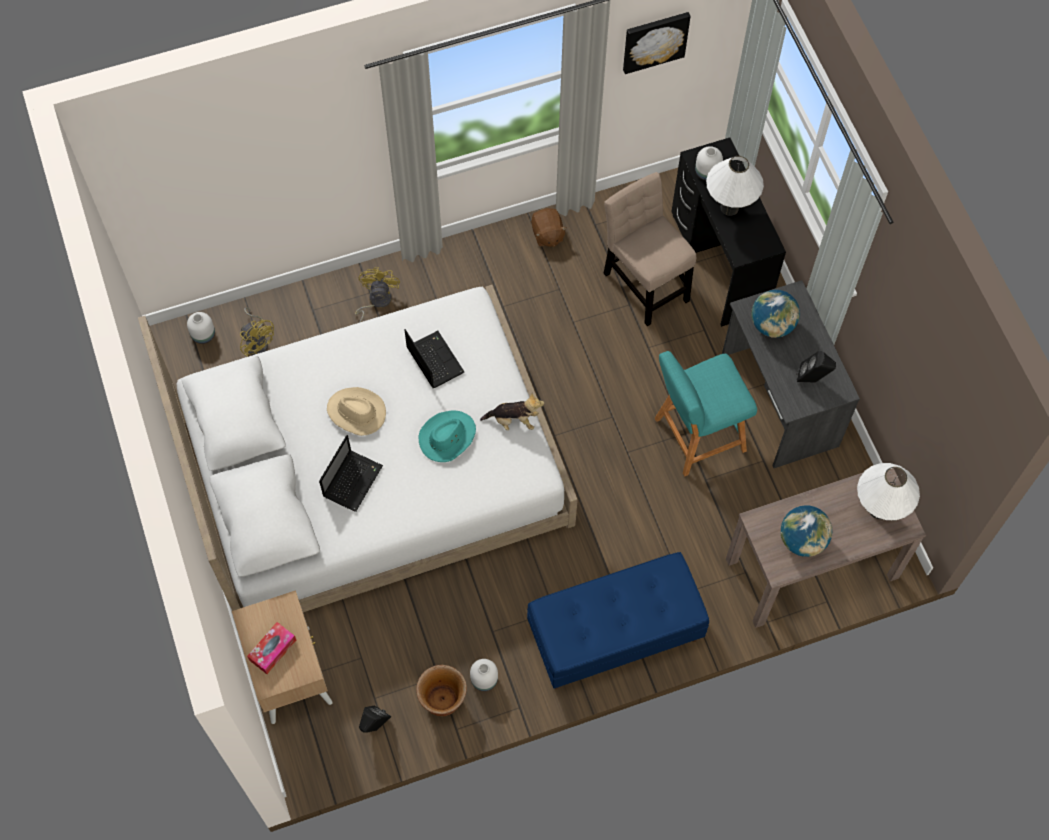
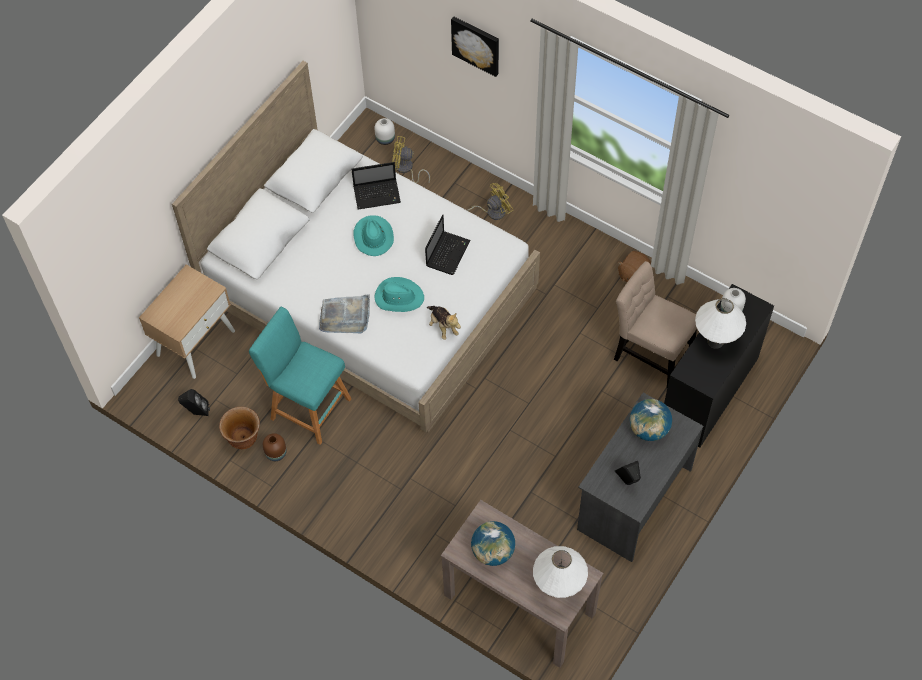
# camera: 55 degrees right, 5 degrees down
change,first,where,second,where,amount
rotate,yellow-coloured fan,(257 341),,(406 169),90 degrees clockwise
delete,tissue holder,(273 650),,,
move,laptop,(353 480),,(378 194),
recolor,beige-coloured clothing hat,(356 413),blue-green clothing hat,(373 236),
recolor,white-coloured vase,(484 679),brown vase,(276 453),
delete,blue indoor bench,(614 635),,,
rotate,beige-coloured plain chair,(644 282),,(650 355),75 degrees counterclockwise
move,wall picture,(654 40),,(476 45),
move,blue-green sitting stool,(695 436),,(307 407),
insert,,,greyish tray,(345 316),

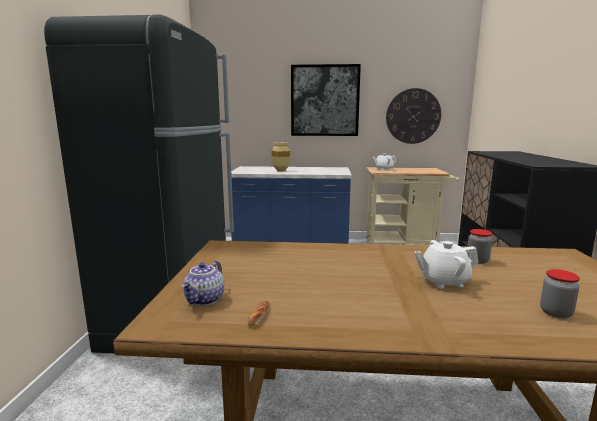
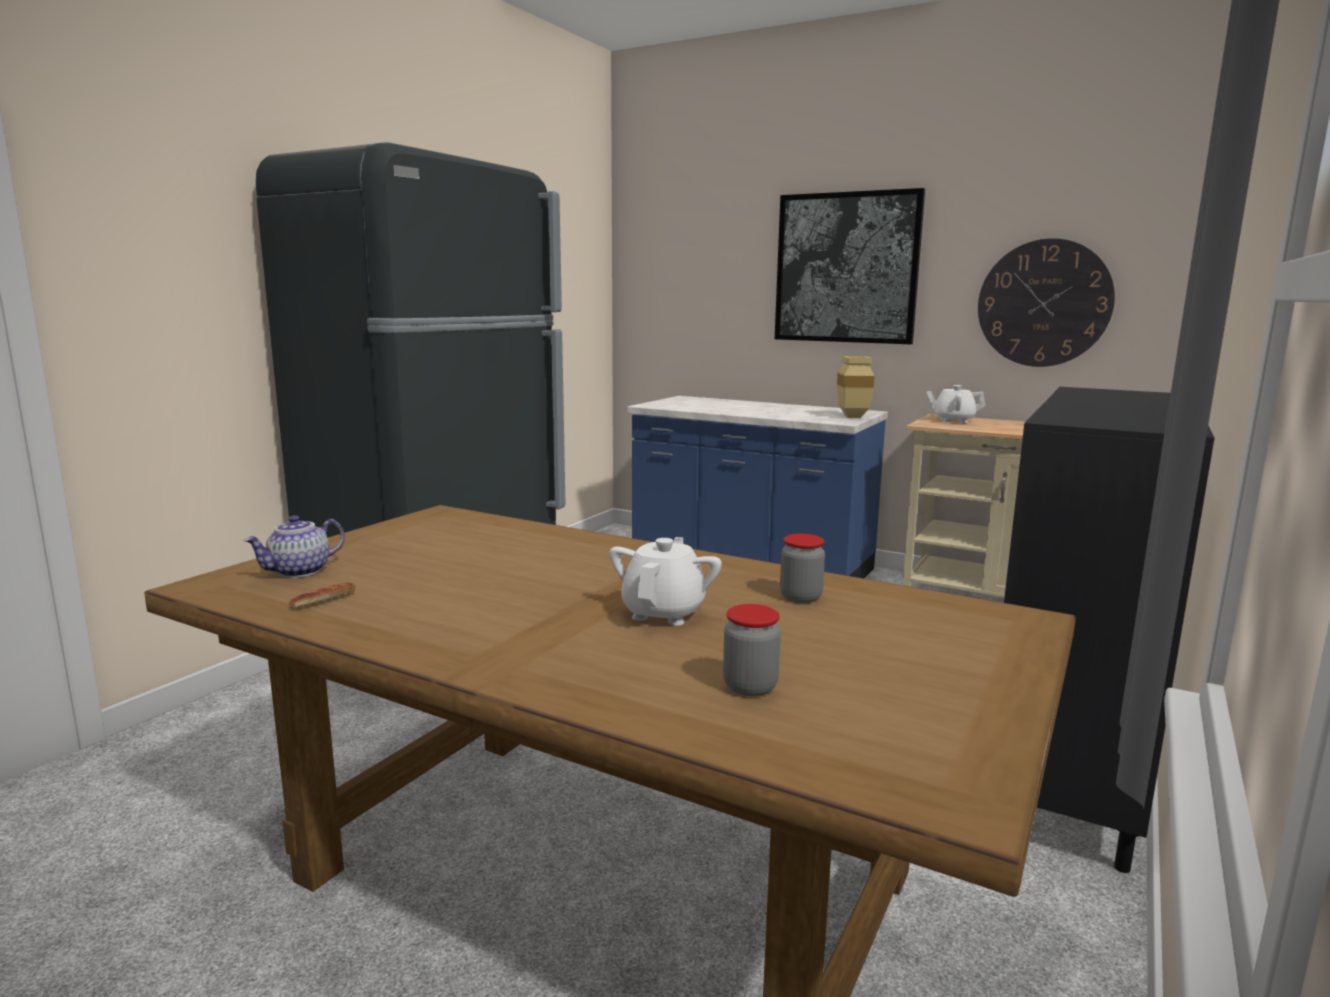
# camera: 25 degrees right, 0 degrees up
change,first,where,second,where,amount
move,beige-coloured vase,(281 171),,(854 417),
rotate,white-coloured tea pot,(443 281),,(664 612),90 degrees clockwise

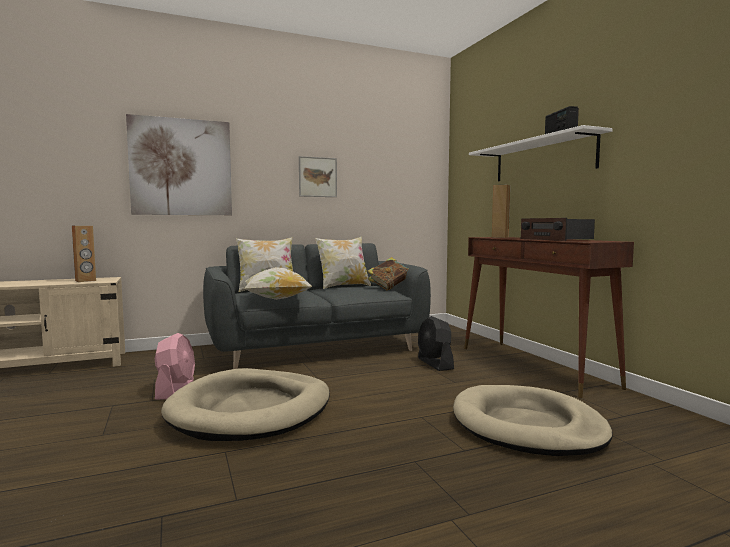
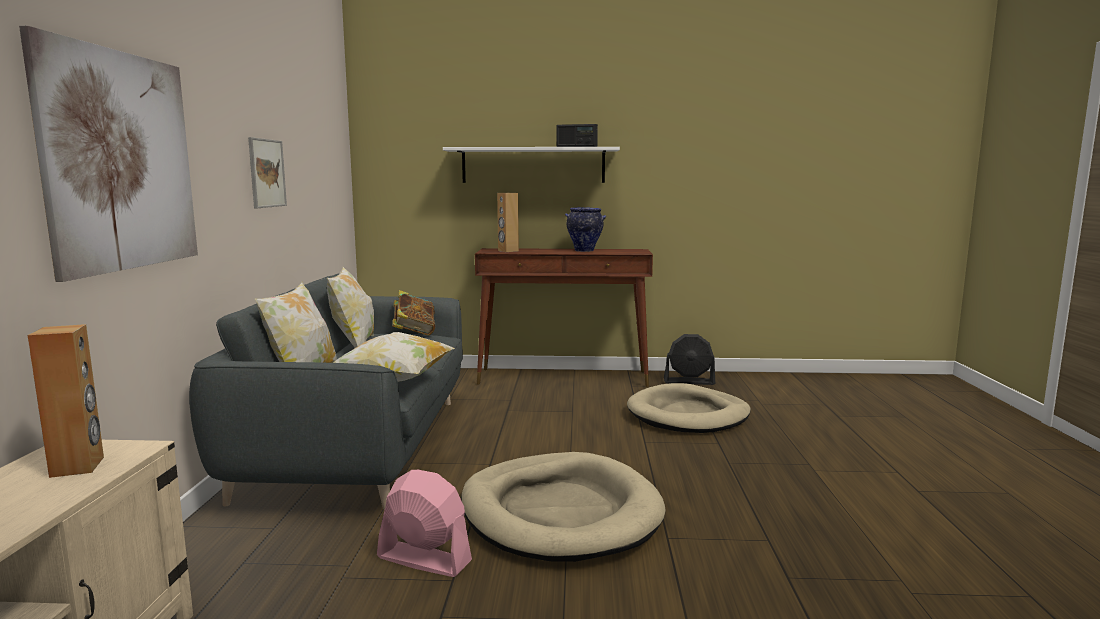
# camera: 65 degrees left, 5 degrees up
change,first,where,second,where,amount
move,black fan,(435 363),,(689 381),
replace,radio,(555 239),vase,(585 251),

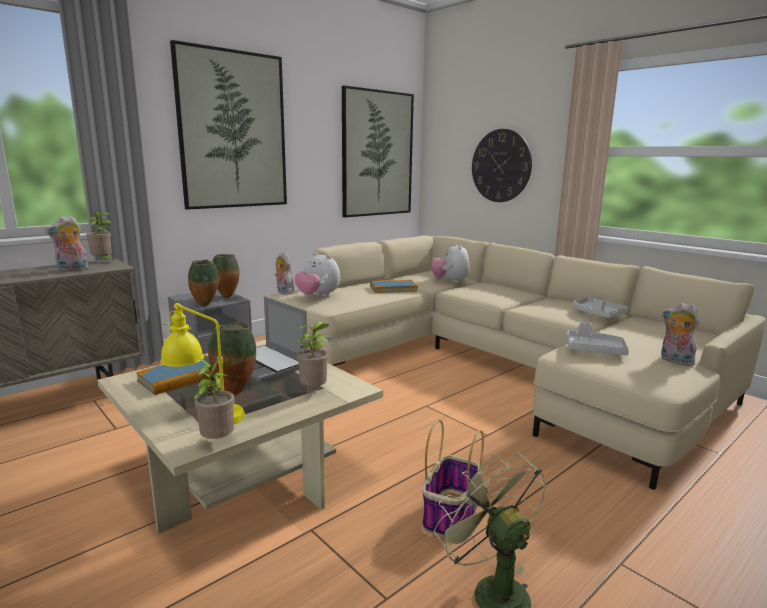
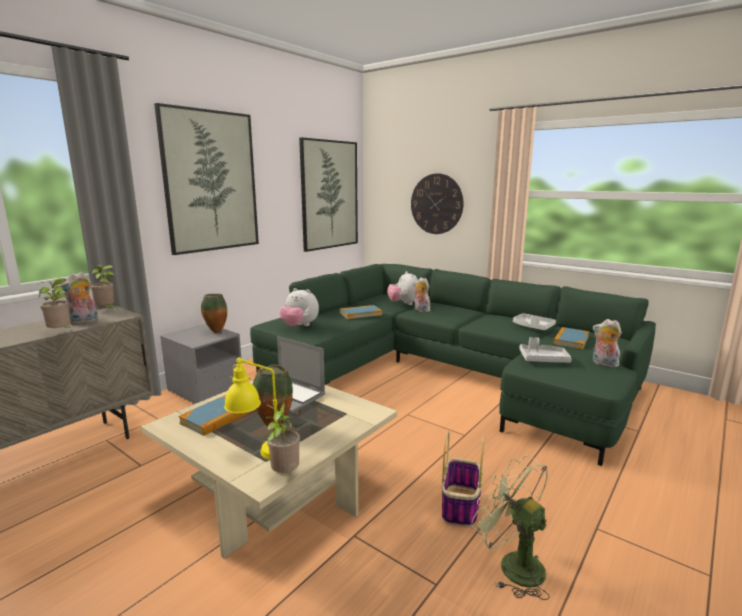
# camera: 10 degrees left, 0 degrees up
change,first,where,second,where,amount
delete,vase,(206 305),,,
recolor,beige-coloured sofa,(489 365),green-coloured sofa,(445 372),
move,soft toy,(283 292),,(421 310),
move,plant in a pot,(314 391),,(61 332),
insert,,,book,(571 340),

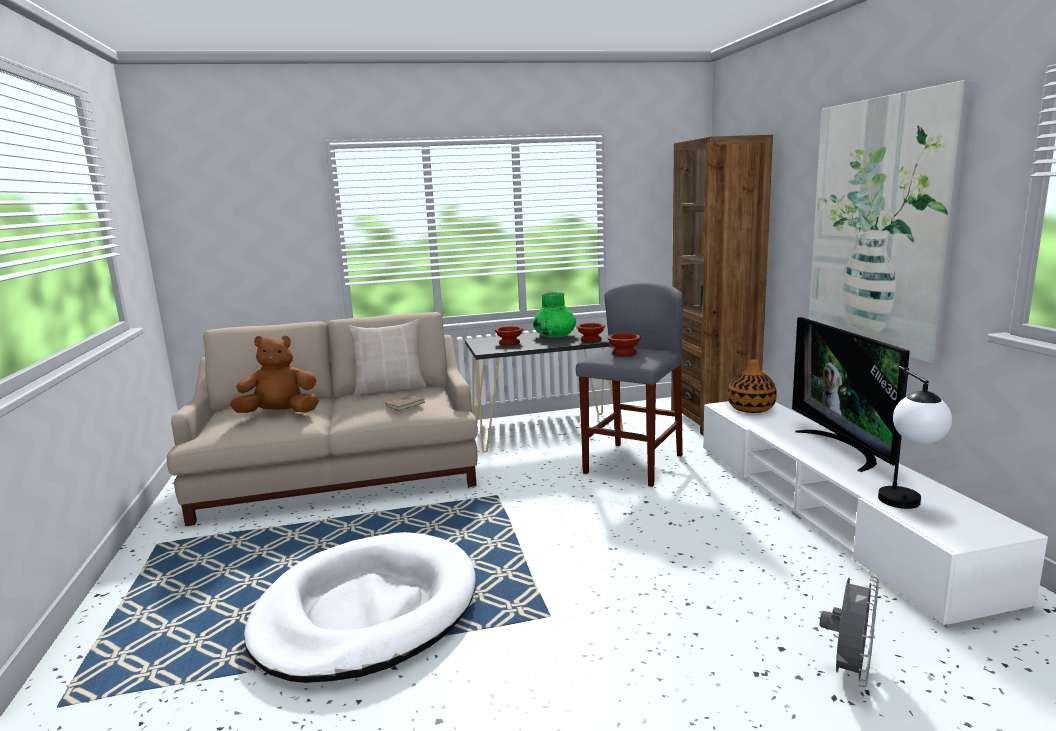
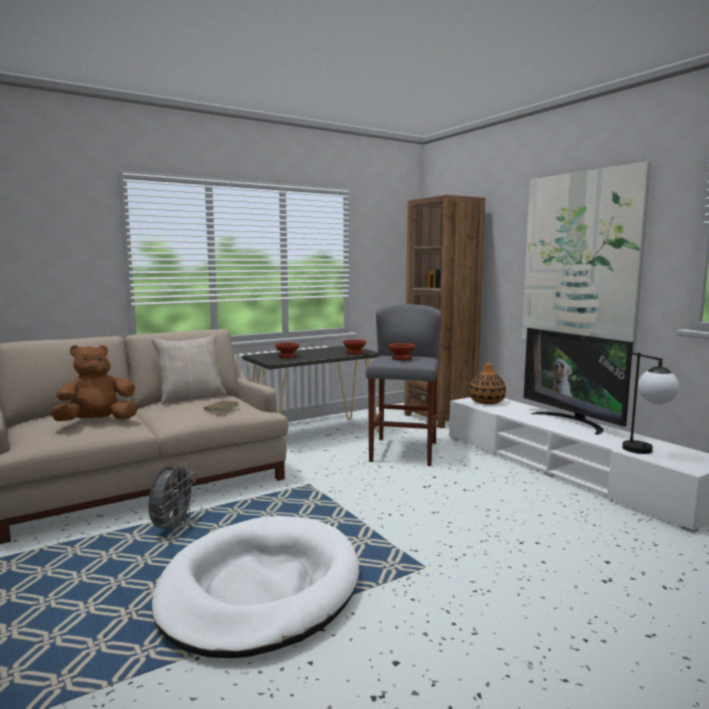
# camera: 20 degrees left, 5 degrees down
change,first,where,second,where,amount
delete,green-coloured vase,(554 336),,,
move,greyish fan,(849 671),,(172 528),

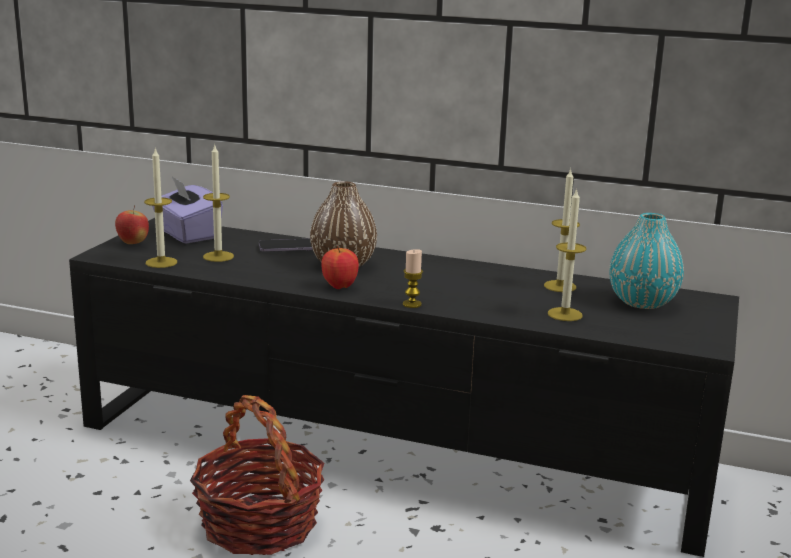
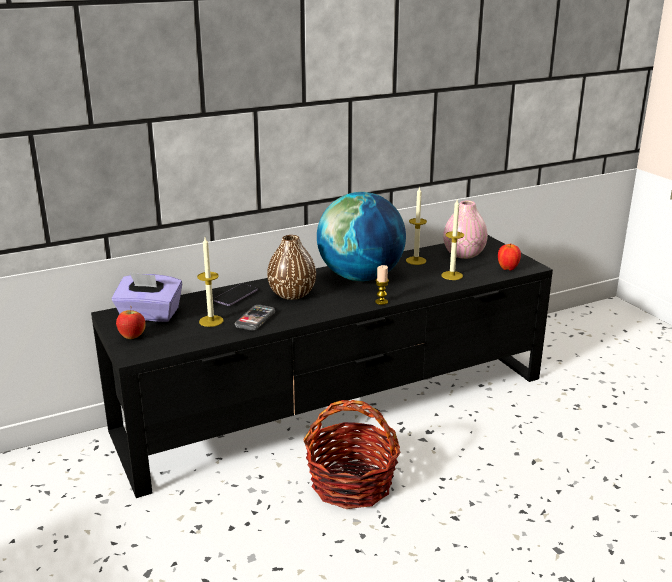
# camera: 45 degrees left, 5 degrees up
change,first,where,second,where,amount
delete,wax candle,(161 262),,,
move,apple fruit,(339 286),,(507 268),
recolor,blue-green vase,(642 302),pink vase,(464 254),
insert,,,telephone,(255 319),
insert,,,globe,(360 277),

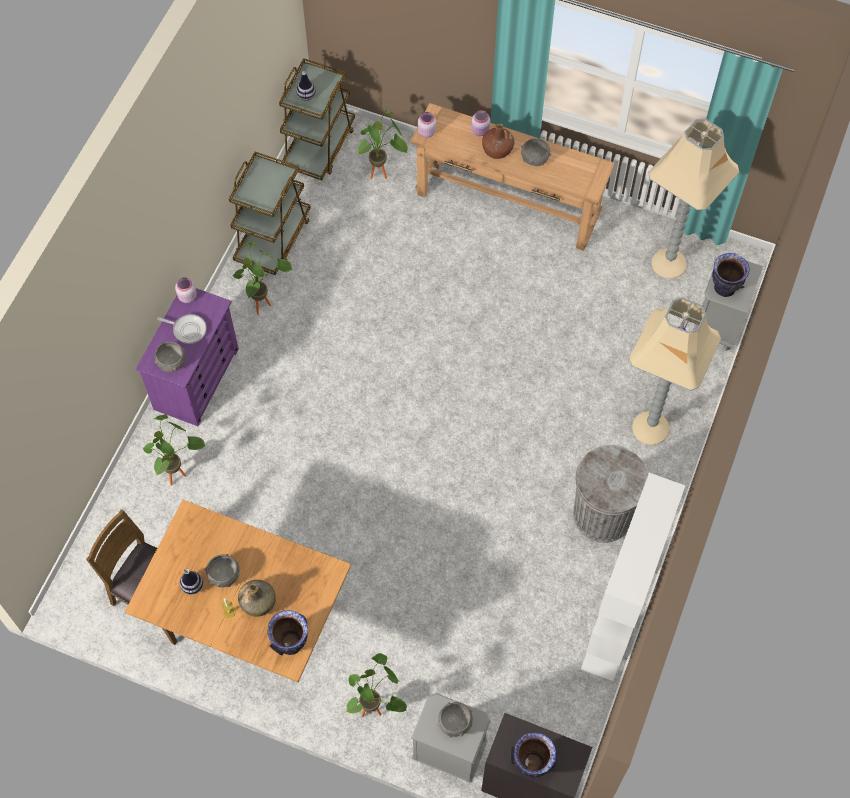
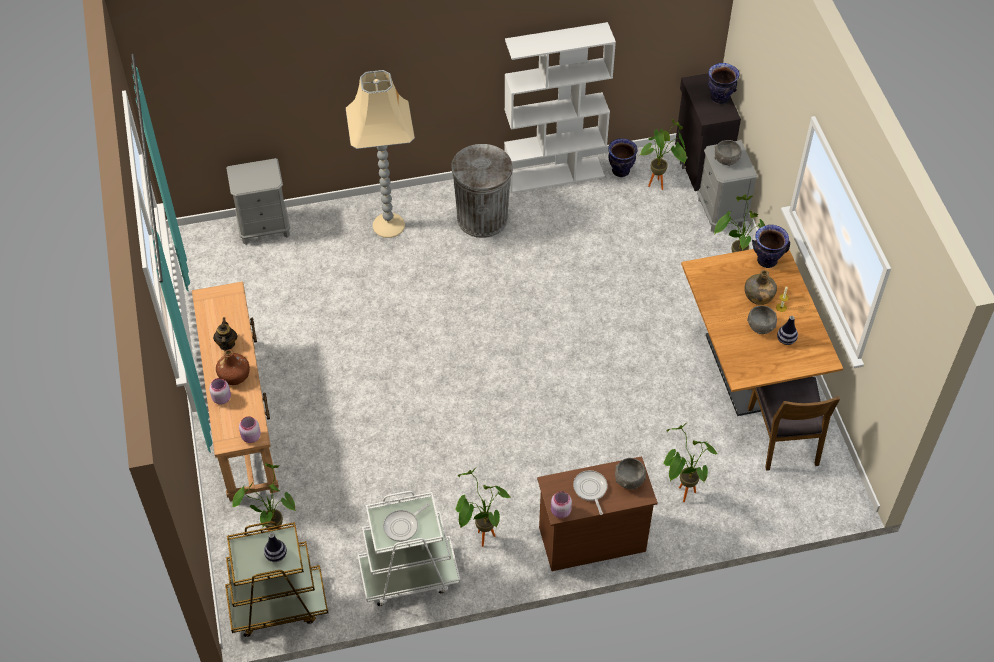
# camera: 125 degrees left, 10 degrees down
change,first,where,second,where,amount
recolor,purple drawer chest,(197 378),brown drawer chest,(591 539),
recolor,brown cart,(273 239),white-coloured cart,(408 575),
replace,greyish bowl,(534 159),tea pot,(226 344),
delete,beige-coloured standing lamp,(669 263),,,
move,vase,(725 288),,(620 171),
insert,,,frying pan,(403 526),
insert,,,plant in a pot,(660 185),

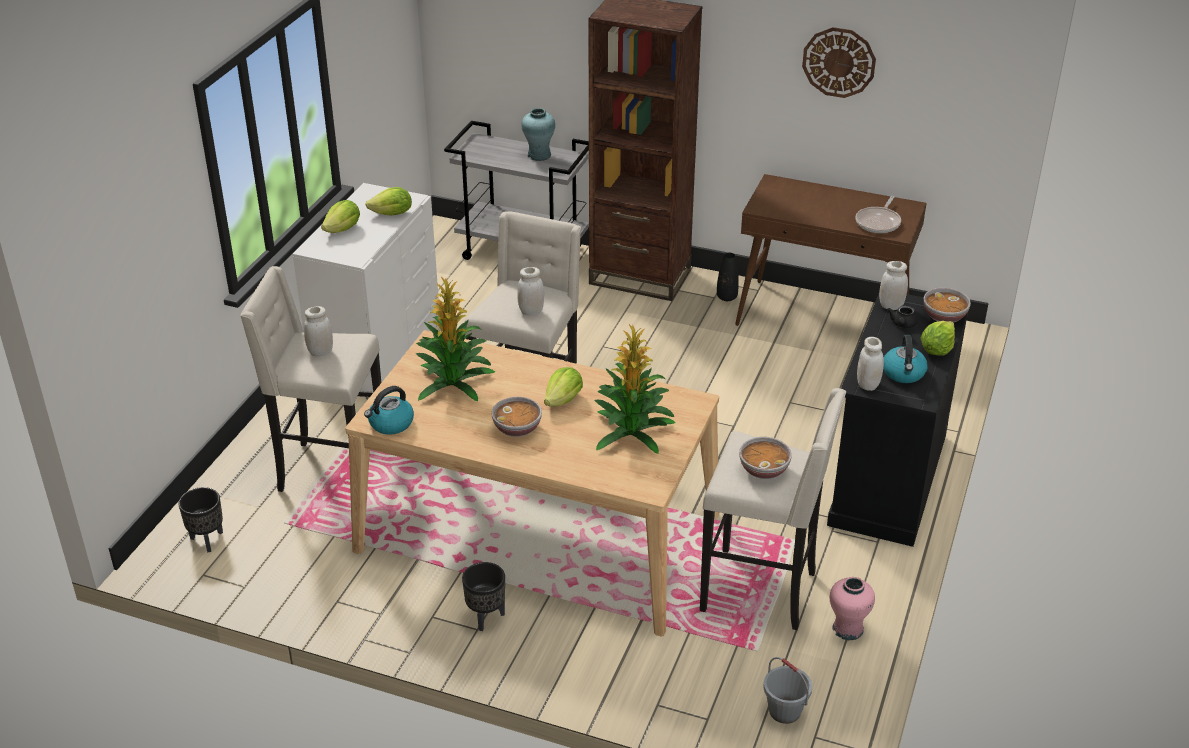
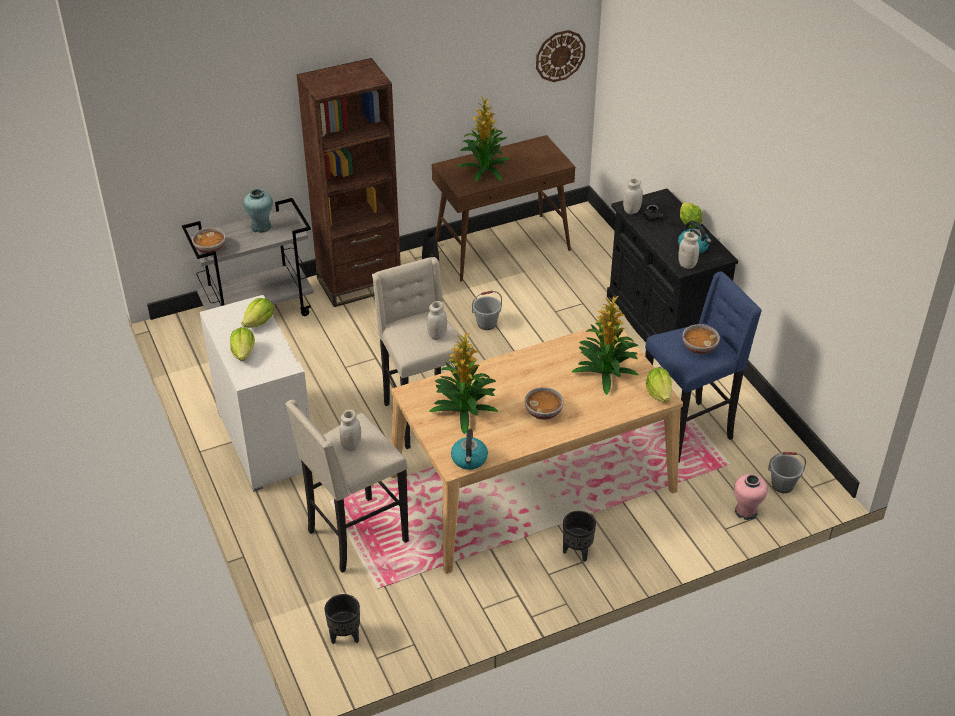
# camera: 45 degrees left, 5 degrees up
change,first,where,second,where,amount
move,lettuce head,(563 400),,(659 393),
recolor,beige-coloured sitting stool,(761 591),blue sitting stool,(688 430),
move,wall clock,(839 62),,(560 55),
move,pink vase,(848 629),,(746 511),
delete,frying pan,(879 222),,,
move,bowl,(944 317),,(210 249),
insert,,,plant in a pot,(484 169),
insert,,,greyish water bucket,(486 323),

